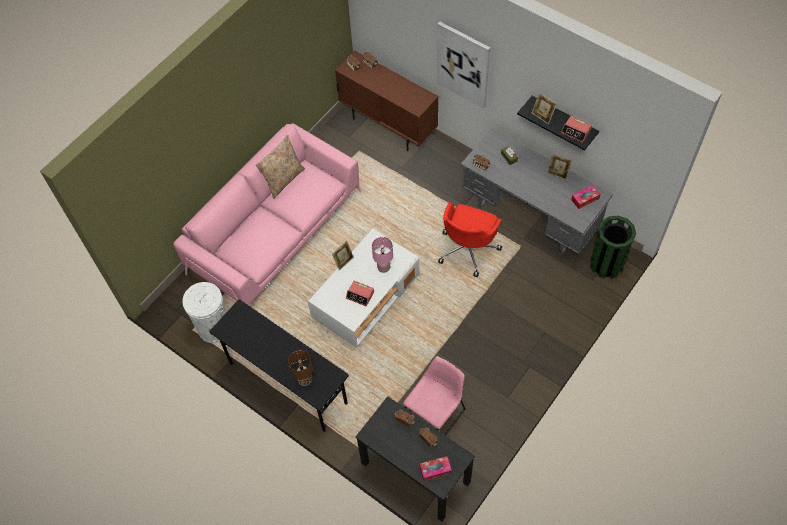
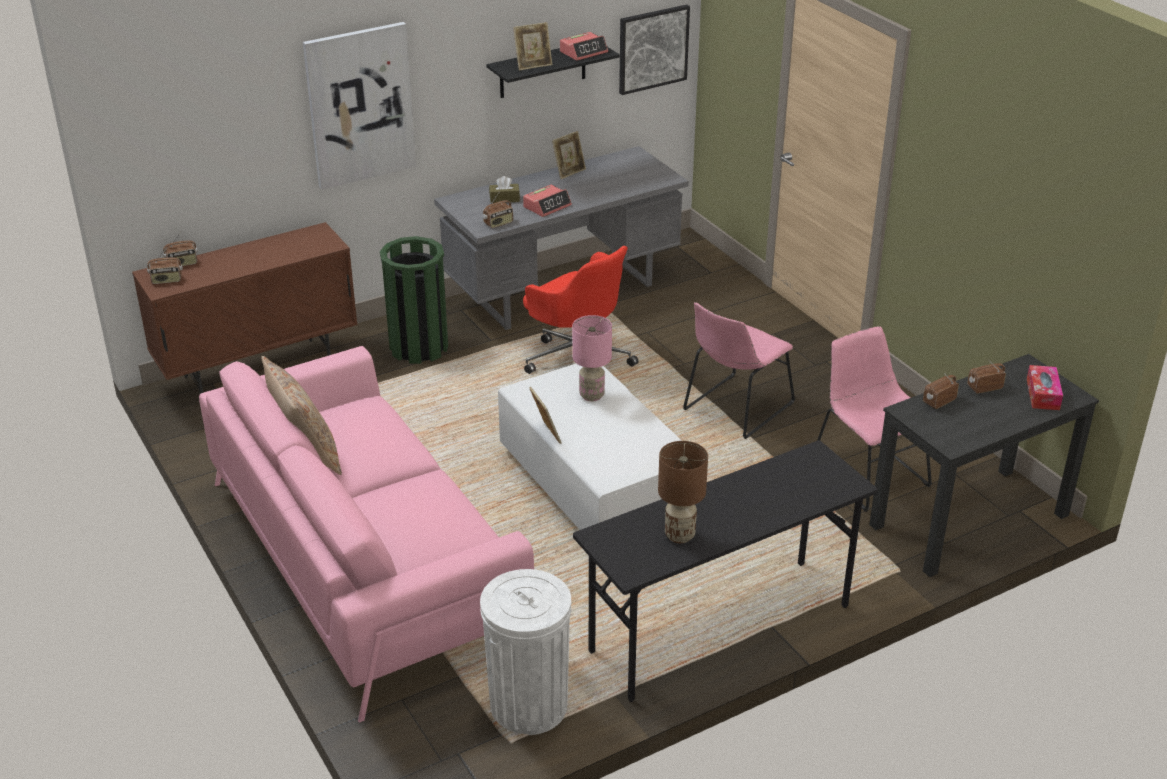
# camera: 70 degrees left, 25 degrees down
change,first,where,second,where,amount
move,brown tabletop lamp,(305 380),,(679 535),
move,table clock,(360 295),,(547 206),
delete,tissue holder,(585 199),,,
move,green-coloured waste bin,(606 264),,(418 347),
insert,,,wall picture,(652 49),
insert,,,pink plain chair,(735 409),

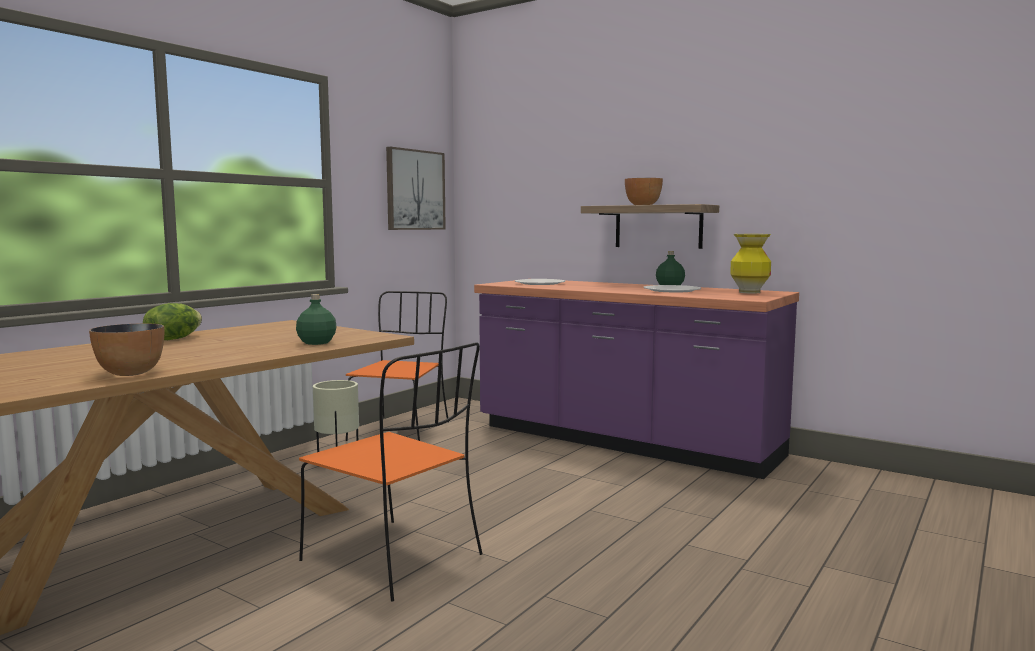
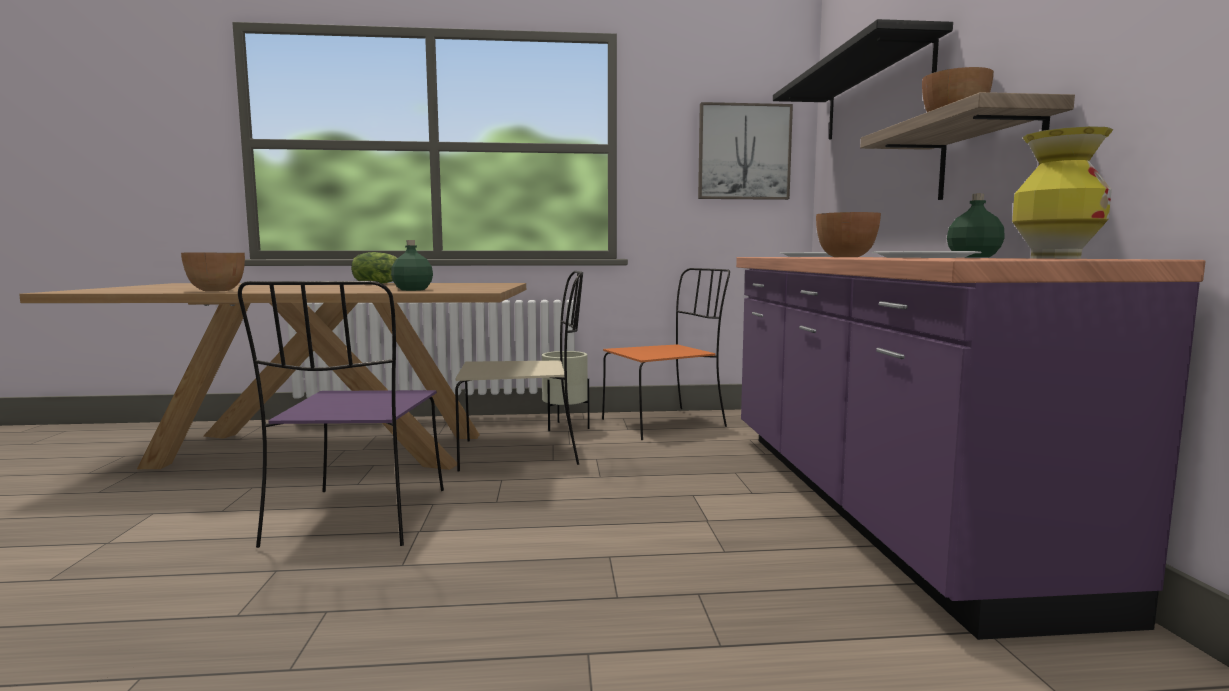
# camera: 50 degrees right, 0 degrees up
change,first,where,second,where,amount
recolor,orangey plain chair,(395 559),purple plain chair,(358 519),
insert,,,beige-coloured plain chair,(524 453),
insert,,,black bracket shelf,(875 93),
insert,,,bowl,(846 257),

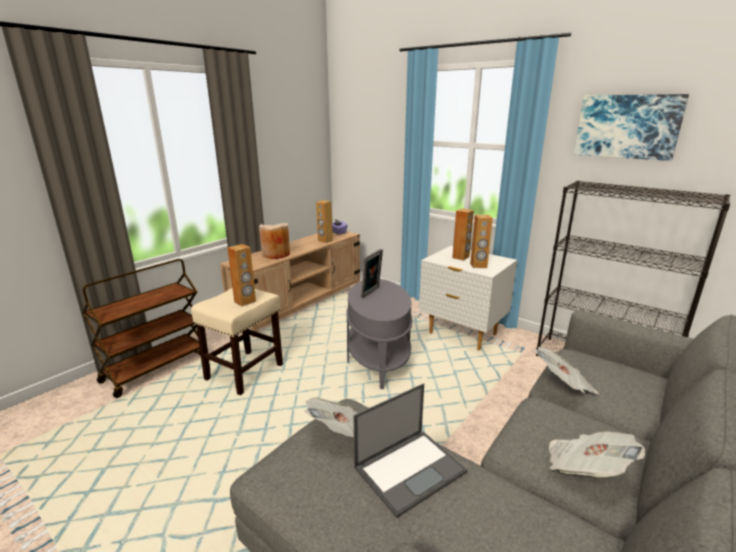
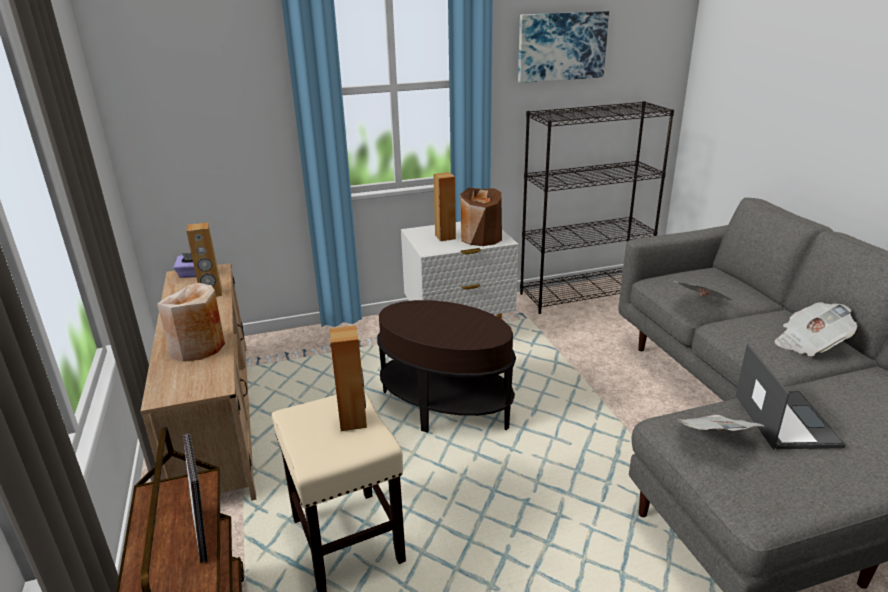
# camera: 55 degrees left, 5 degrees up
change,first,where,second,where,amount
recolor,greyish side table,(378 359),brown side table,(445 407),
move,standing frame,(372 292),,(204 533),
replace,brown audio speaker,(478 265),brown vase,(481 238),

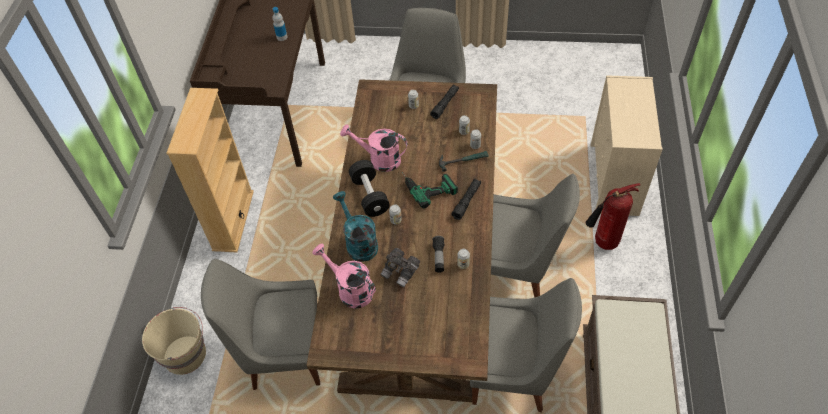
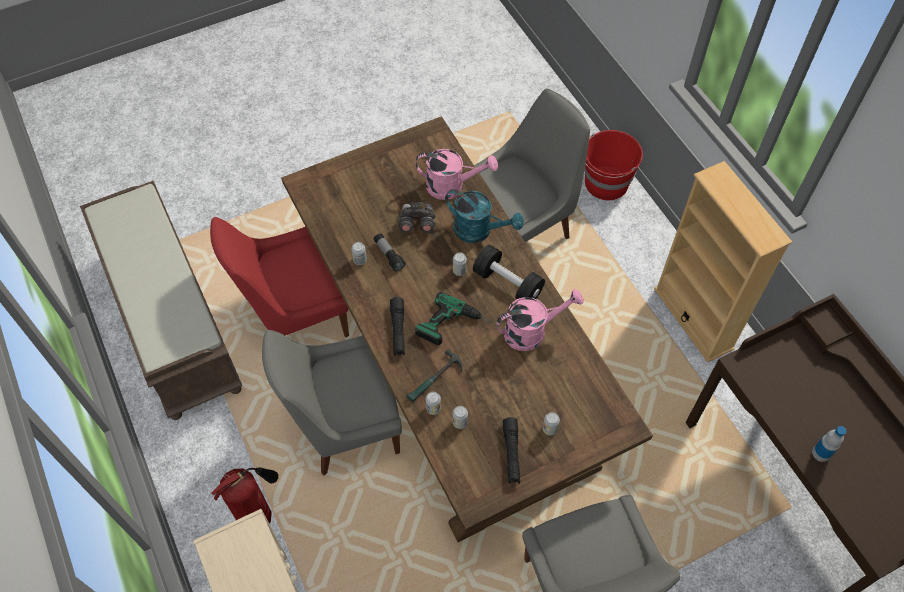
# camera: 145 degrees right, 5 degrees up
change,first,where,second,where,amount
recolor,beige-coloured water bucket,(185 354),red water bucket,(606 183),
recolor,greyish plain chair,(514 373),red plain chair,(295 317),

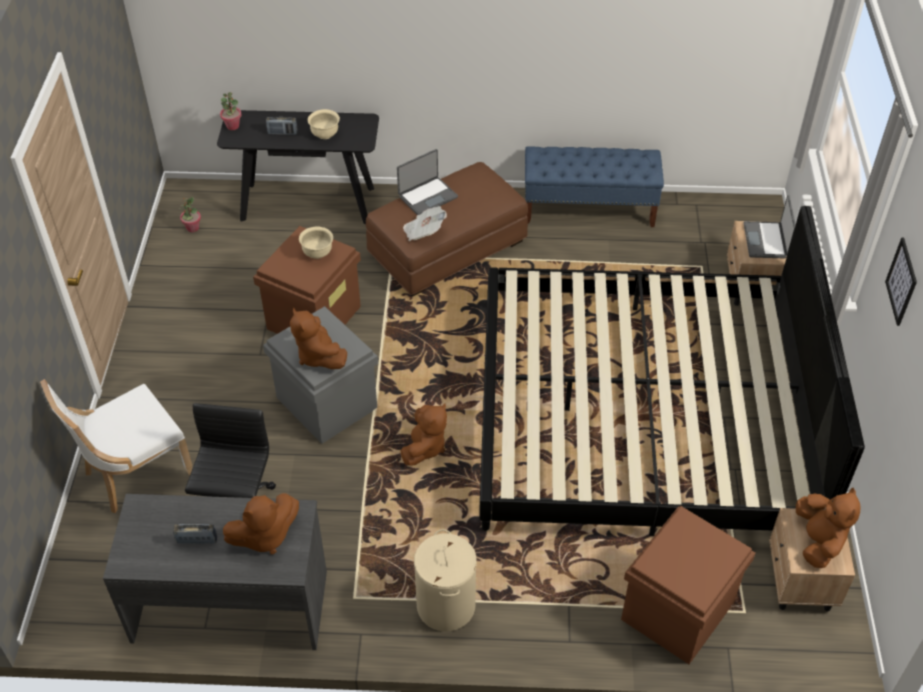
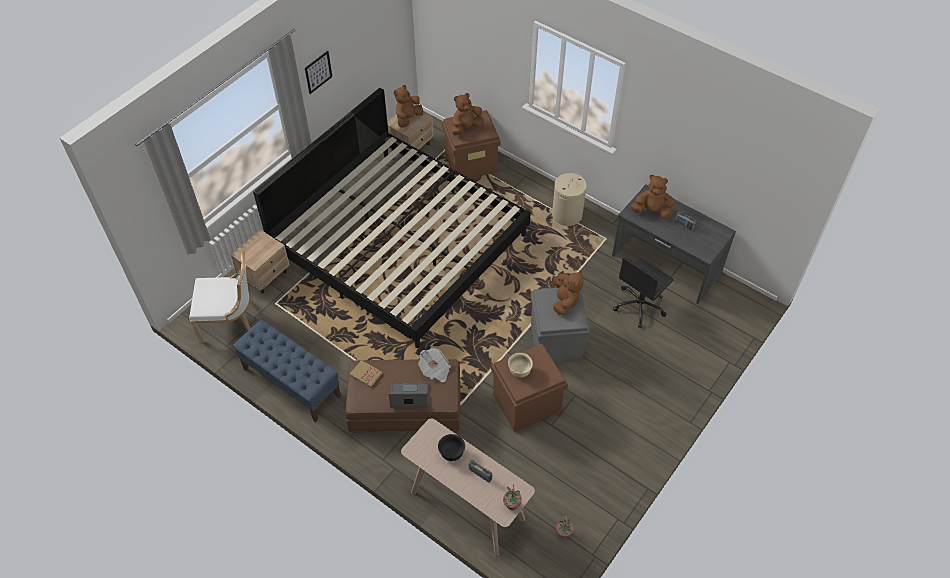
# camera: 145 degrees left, 5 degrees up
change,first,where,second,where,amount
move,white-coloured plain chair,(134 474),,(231 322),
recolor,black console table,(308 203),beige-coloured console table,(467 506),
recolor,beige-coloured bowl,(325 134),black bowl,(451 453),
move,brown soft toy,(425 447),,(466 127),
delete,laptop,(766 241),,,
insert,,,book,(366 374),

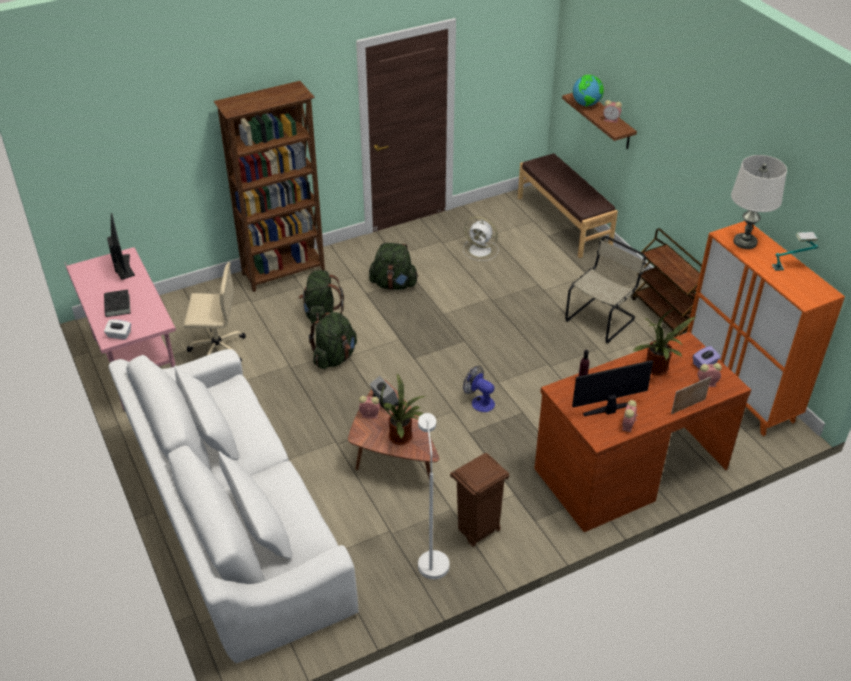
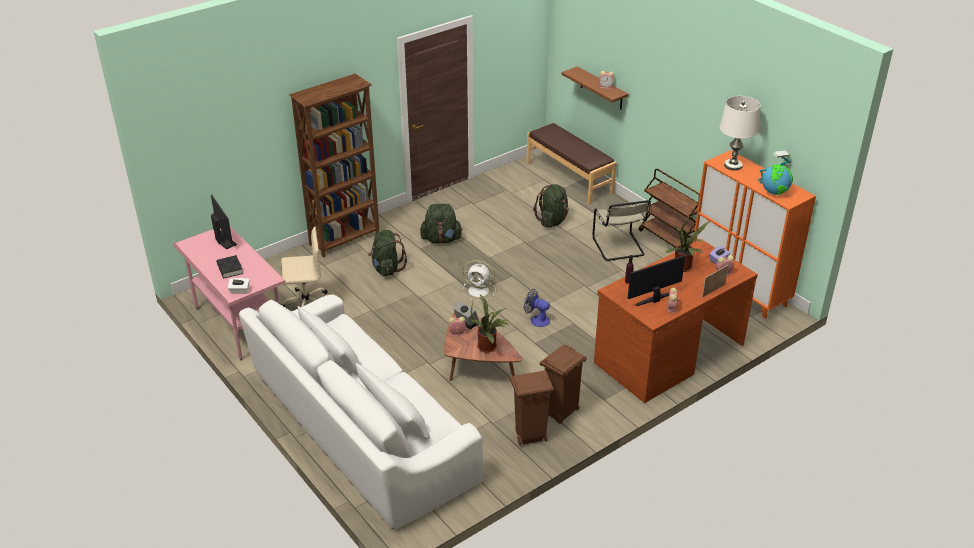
# camera: 10 degrees left, 5 degrees down
change,first,where,second,where,amount
move,green-coloured rucksack,(335 357),,(552 221),
replace,white-coloured standing lamp,(431 558),brown waste bin,(529 436),
move,white-coloured fan,(481 250),,(479 291),
rotate,beige-coloured plain chair,(602 319),,(619 248),135 degrees clockwise
move,globe,(586 104),,(774 192),

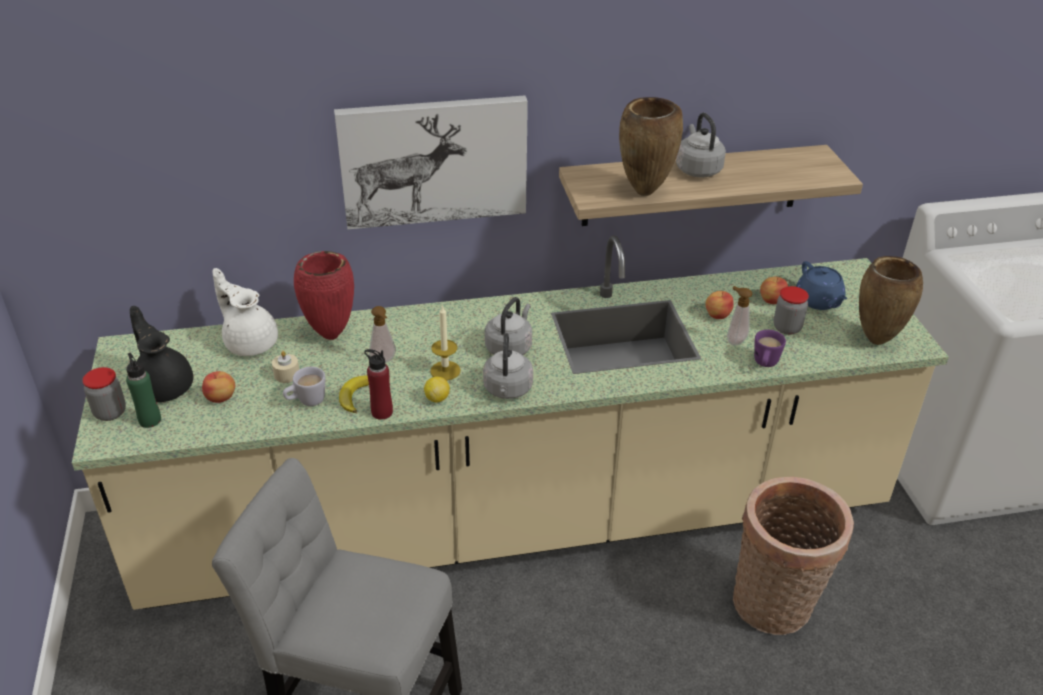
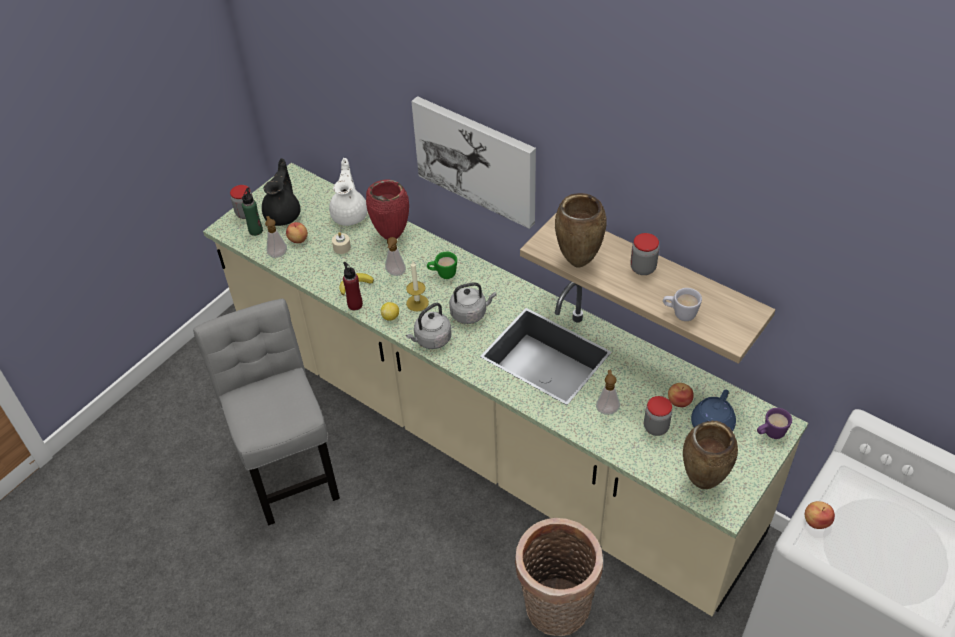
# camera: 50 degrees right, 10 degrees up
change,first,where,second,where,amount
move,white-coloured coffee mug,(306 401),,(679 313),
replace,greyish water kettle,(697 169),storage jar,(643 268),
move,apple fruit,(717 314),,(816 521),
move,purple coffee mug,(764 364),,(770 433),
insert,,,soap dispenser,(277 254),
insert,,,green-coloured coffee mug,(442 274),

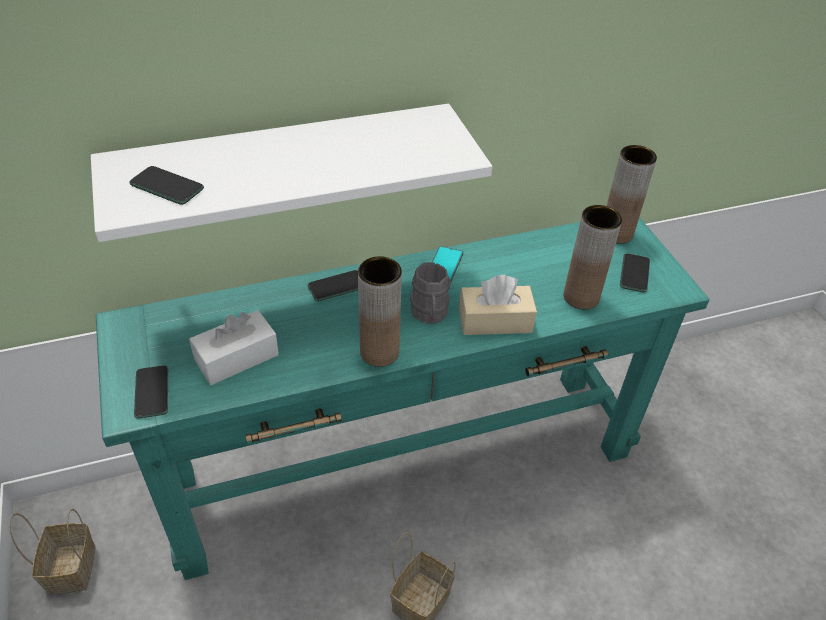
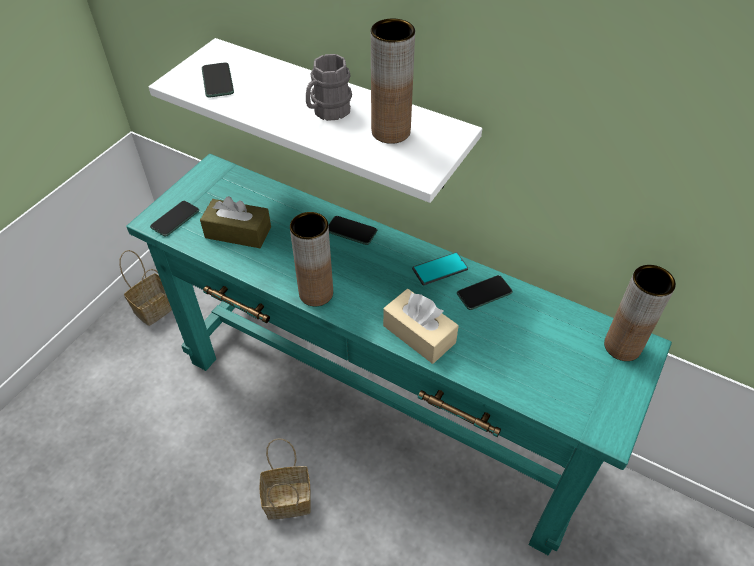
# camera: 50 degrees right, 5 degrees up
change,first,where,second,where,amount
recolor,white-coloured tissue holder,(237 357),brown tissue holder,(238 232),
move,greyish coffee mug,(429 314),,(327 111),
move,brown vase,(581 297),,(391 131),
move,telephone,(634 273),,(484 293),

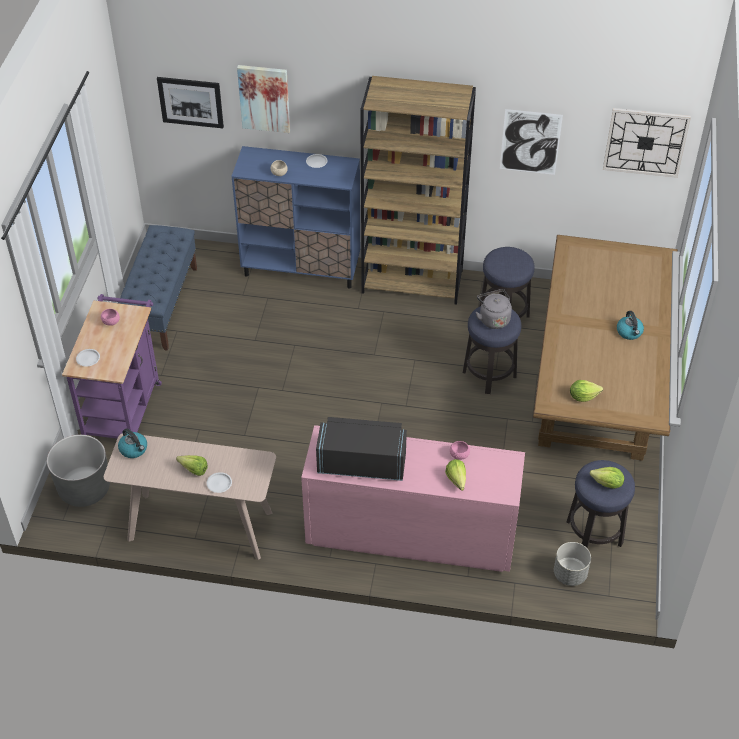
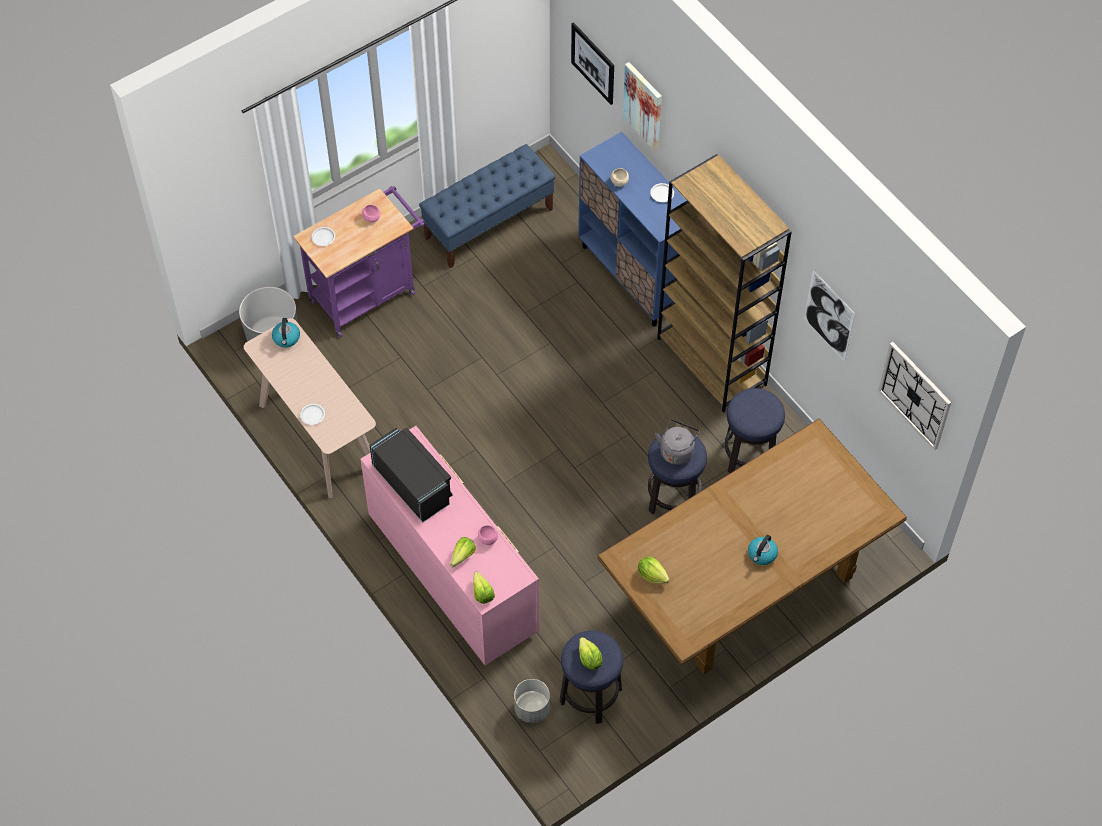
# camera: 45 degrees right, 10 degrees up
change,first,where,second,where,amount
move,lettuce head,(192 468),,(482 590),

